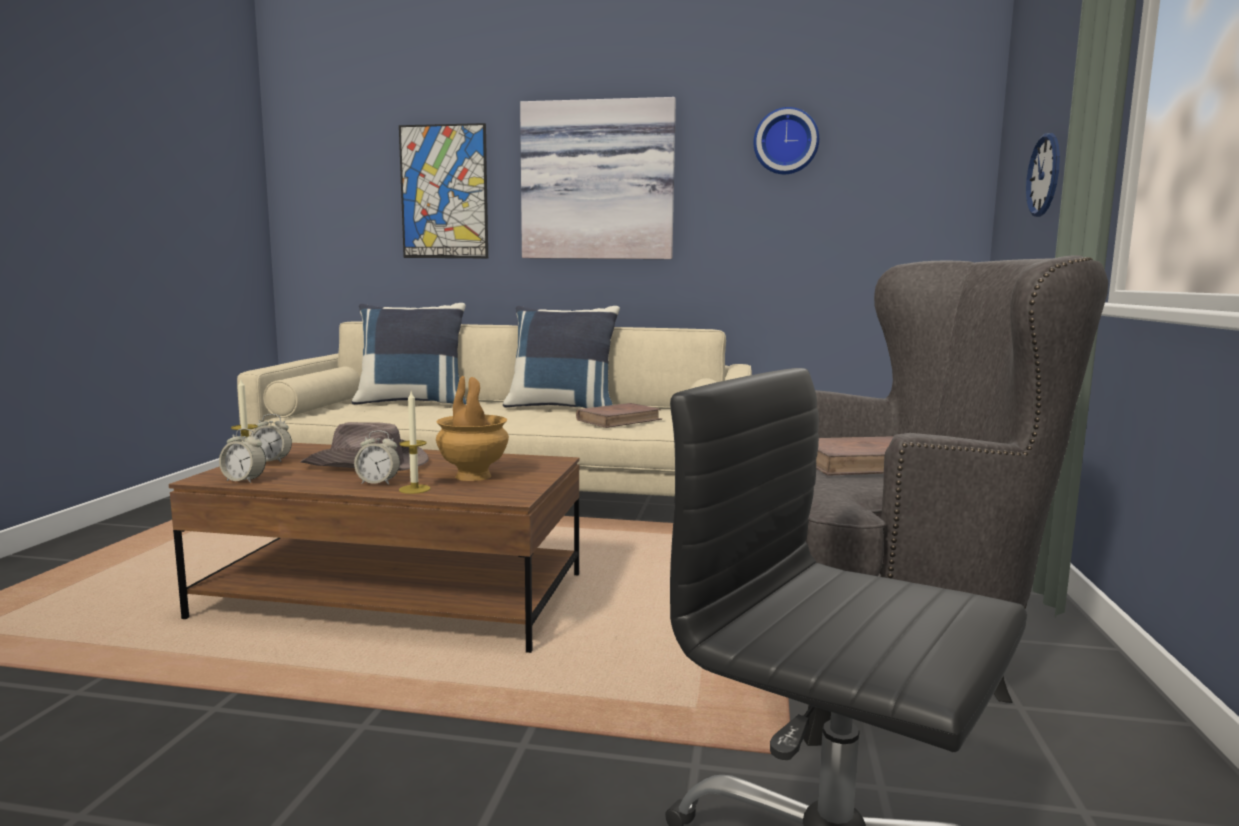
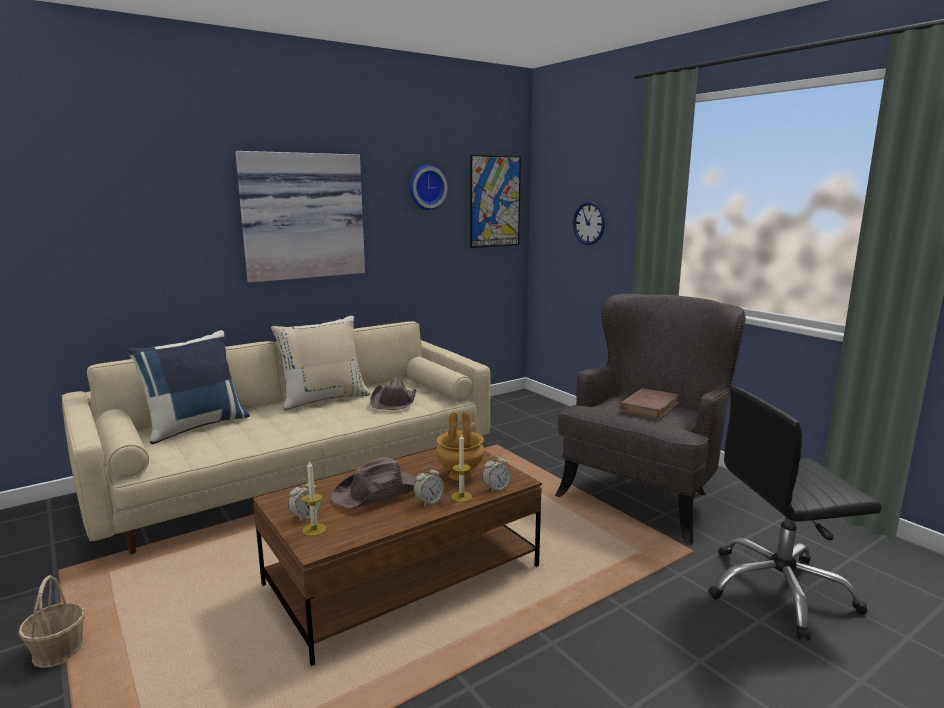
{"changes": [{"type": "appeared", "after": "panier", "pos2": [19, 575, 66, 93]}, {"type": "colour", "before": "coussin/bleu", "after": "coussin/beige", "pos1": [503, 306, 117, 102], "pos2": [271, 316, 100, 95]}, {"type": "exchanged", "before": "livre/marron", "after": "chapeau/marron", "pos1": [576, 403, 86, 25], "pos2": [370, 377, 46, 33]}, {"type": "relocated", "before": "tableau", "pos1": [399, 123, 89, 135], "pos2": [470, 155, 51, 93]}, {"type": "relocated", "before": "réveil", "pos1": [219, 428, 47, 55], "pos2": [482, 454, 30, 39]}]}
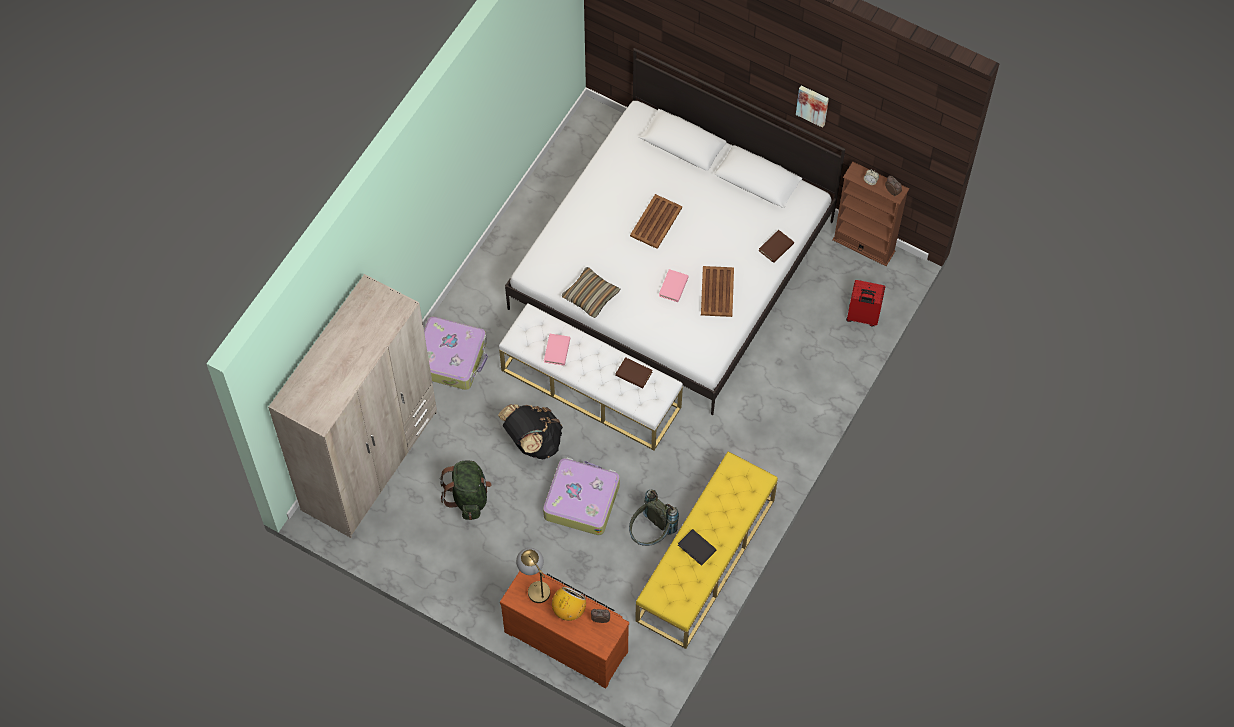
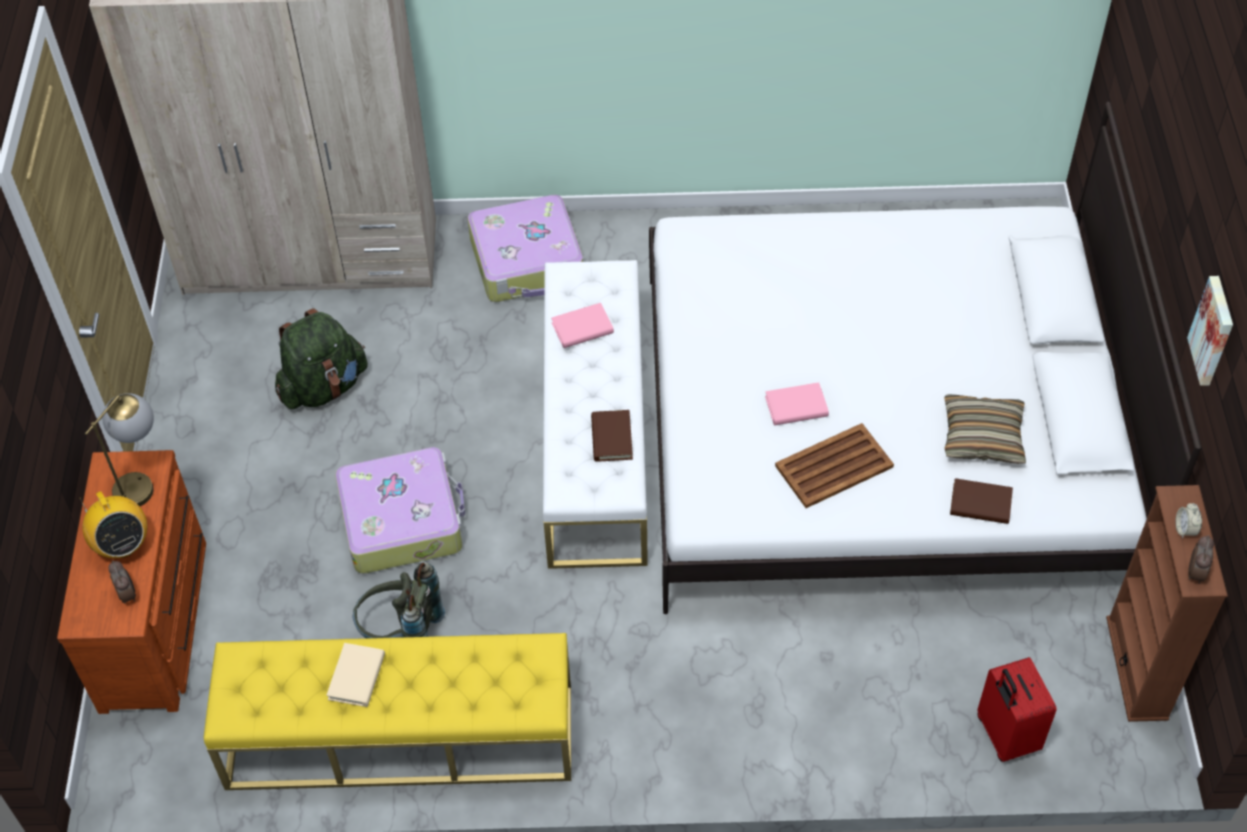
{"changes": [{"type": "spun", "before": "radio", "pos1": [552, 587, 34, 34], "pos2": [80, 491, 67, 67], "turn": 60}, {"type": "colour", "before": "livre/noir", "after": "livre/beige", "pos1": [678, 529, 39, 37], "pos2": [326, 643, 59, 64]}, {"type": "relocated", "before": "coussin", "pos1": [562, 267, 58, 51], "pos2": [944, 394, 82, 70]}, {"type": "missing", "before": "sac à dos/noir", "pos1": [498, 404, 65, 55]}, {"type": "missing", "before": "plateau/marron", "pos1": [630, 194, 52, 55]}]}
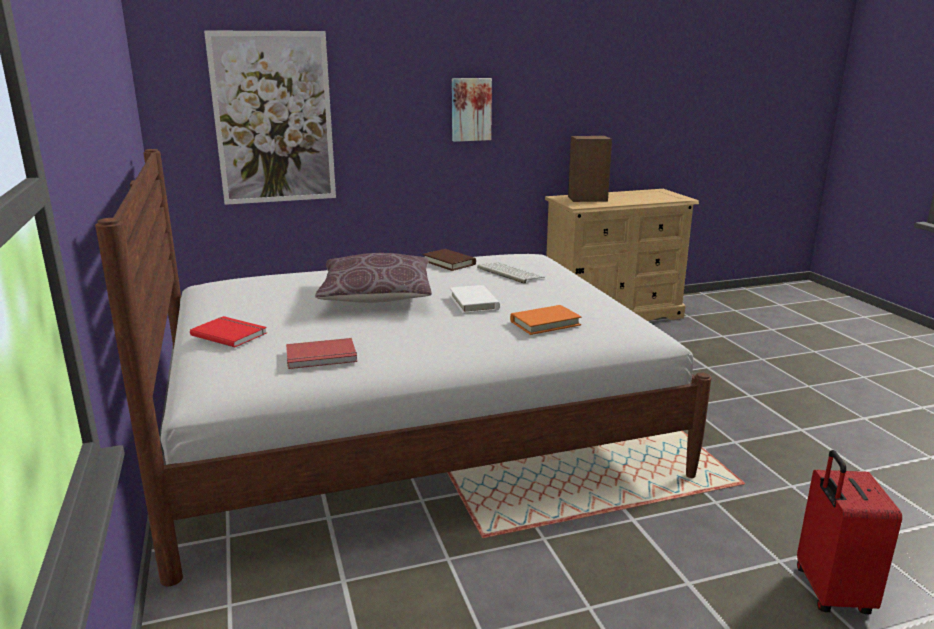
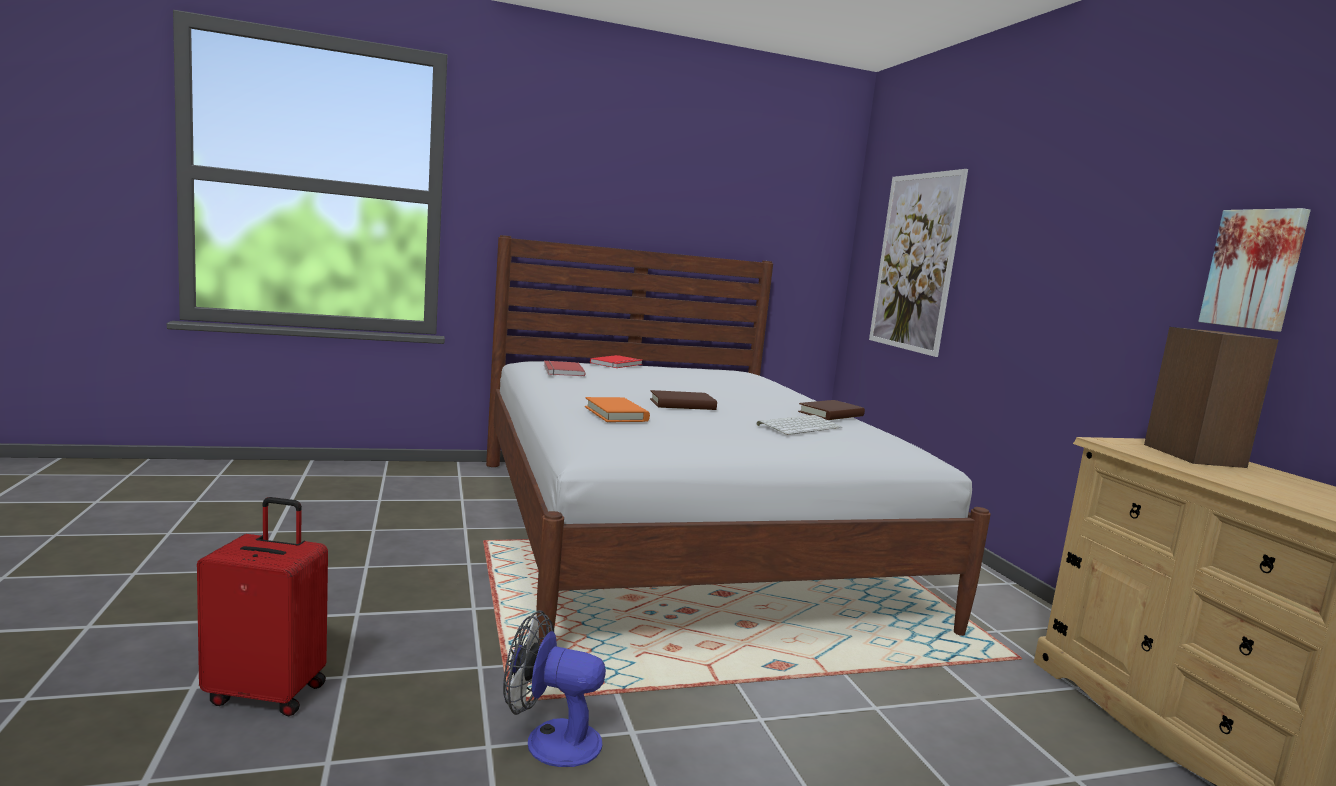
{"changes": [{"type": "appeared", "after": "ventilateur", "pos2": [503, 610, 103, 157]}, {"type": "colour", "before": "livre/blanc", "after": "livre/marron", "pos1": [450, 285, 50, 29], "pos2": [650, 390, 67, 20]}, {"type": "relocated", "before": "tableau", "pos1": [452, 78, 40, 64], "pos2": [1198, 208, 113, 124]}, {"type": "missing", "before": "coussin/marron", "pos1": [315, 253, 117, 50]}]}
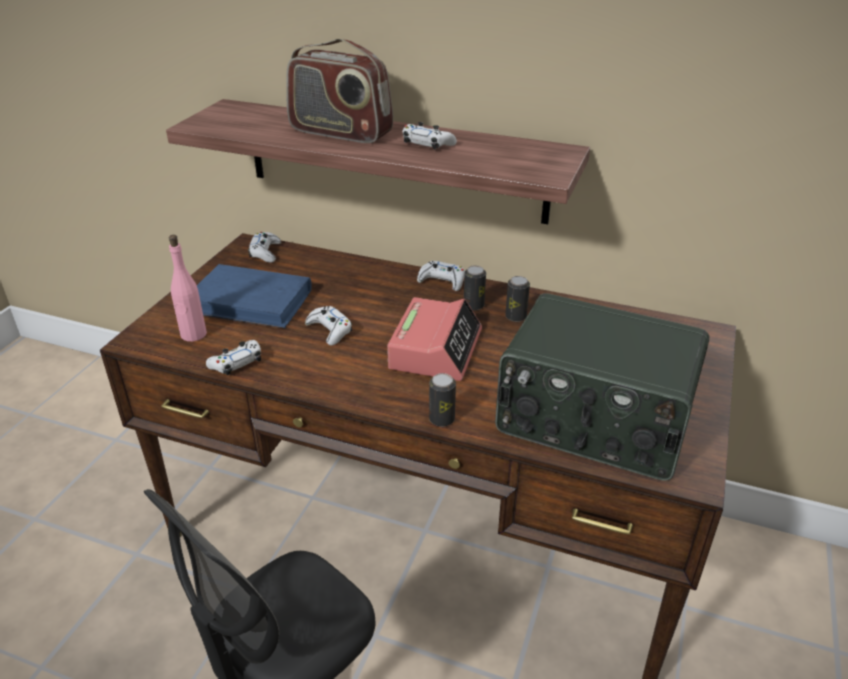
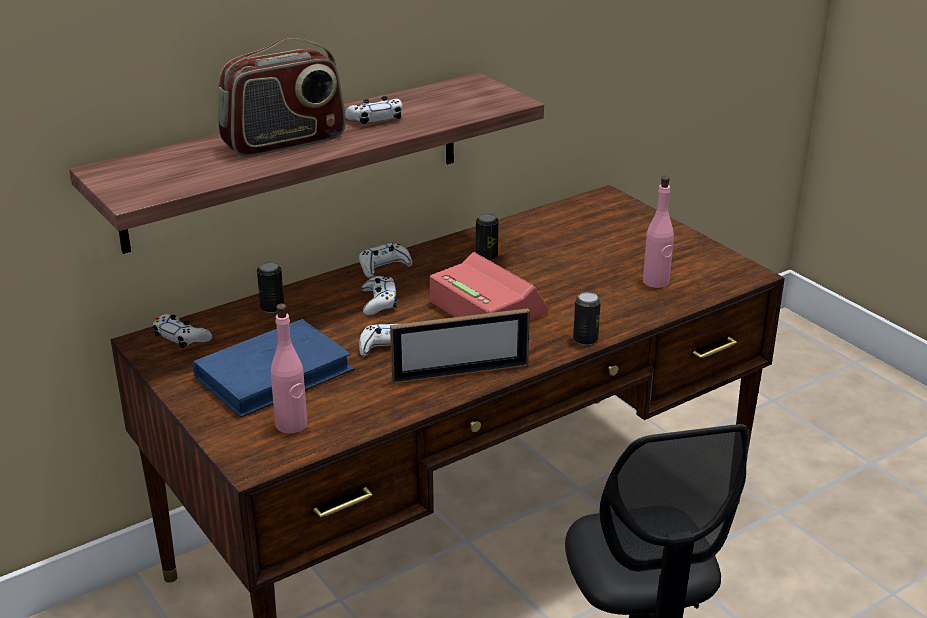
{"changes": [{"type": "relocated", "before": "boîte métallique", "pos1": [464, 265, 22, 45], "pos2": [257, 262, 27, 51]}, {"type": "relocated", "before": "manette/blanc", "pos1": [206, 340, 55, 35], "pos2": [362, 276, 35, 39]}, {"type": "appeared", "after": "cadre photo", "pos2": [390, 308, 140, 76]}, {"type": "exchanged", "before": "radio", "after": "bouteille/rose", "pos1": [495, 293, 214, 188], "pos2": [643, 176, 31, 112]}]}
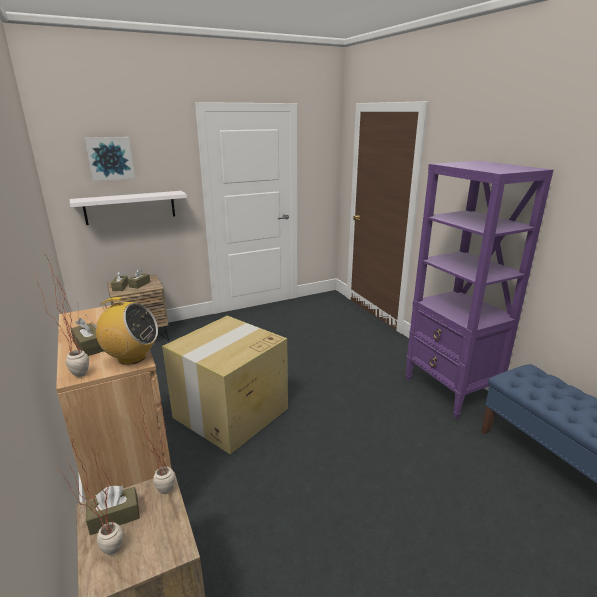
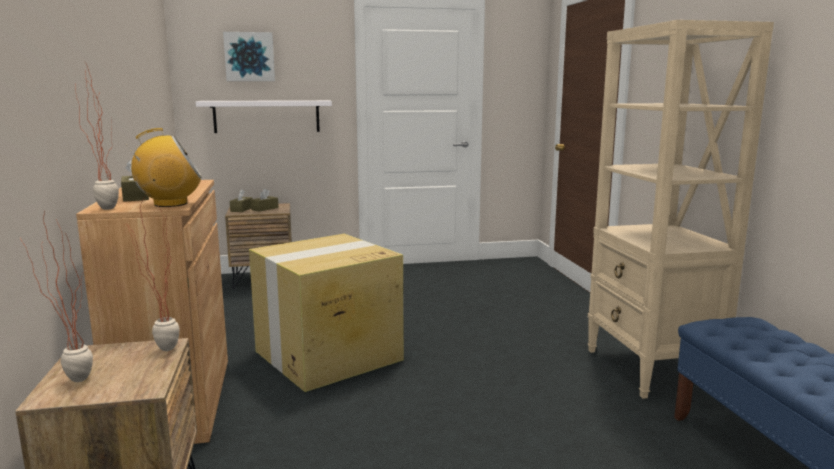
{"changes": [{"type": "spun", "before": "radio", "pos1": [86, 297, 72, 68], "pos2": [126, 128, 76, 79], "turn": -45}, {"type": "colour", "before": "bibliothèque/violet", "after": "bibliothèque/beige", "pos1": [406, 161, 147, 257], "pos2": [588, 20, 186, 379]}, {"type": "missing", "before": "boîte à mouchoirs/marron", "pos1": [86, 485, 54, 50]}]}
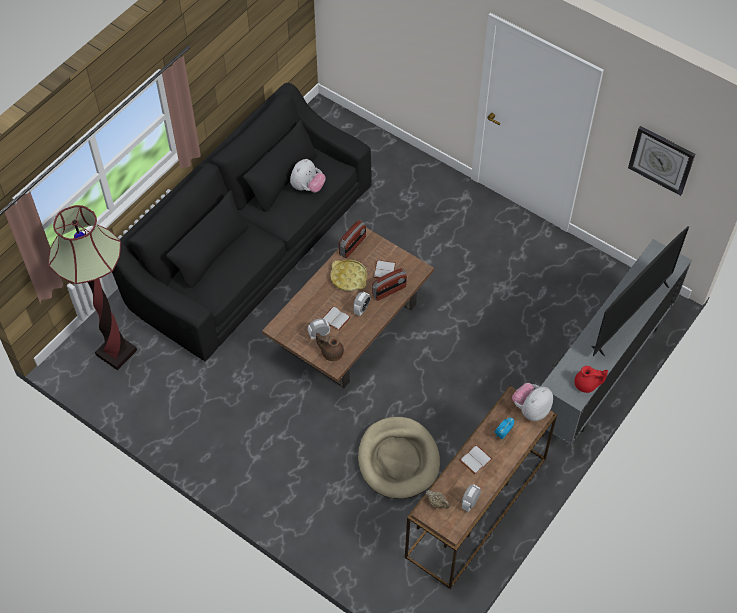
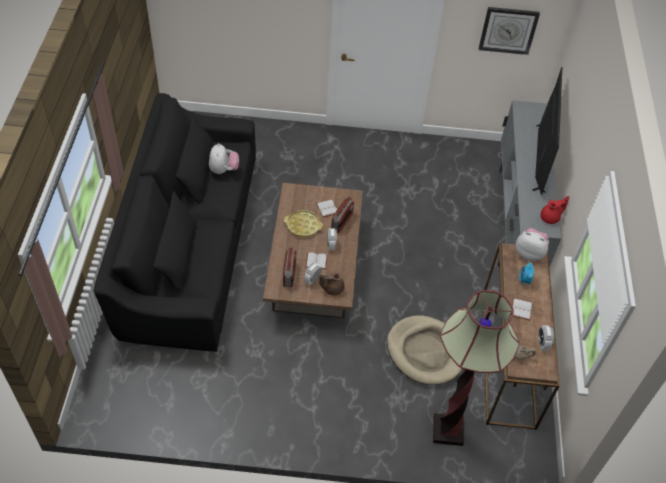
{"changes": [{"type": "relocated", "before": "radio", "pos1": [339, 220, 27, 38], "pos2": [283, 247, 14, 40]}, {"type": "relocated", "before": "lampadaire", "pos1": [48, 205, 89, 165], "pos2": [433, 290, 87, 156]}, {"type": "spun", "before": "peluche", "pos1": [512, 383, 41, 38], "pos2": [516, 228, 33, 33], "turn": 105}]}
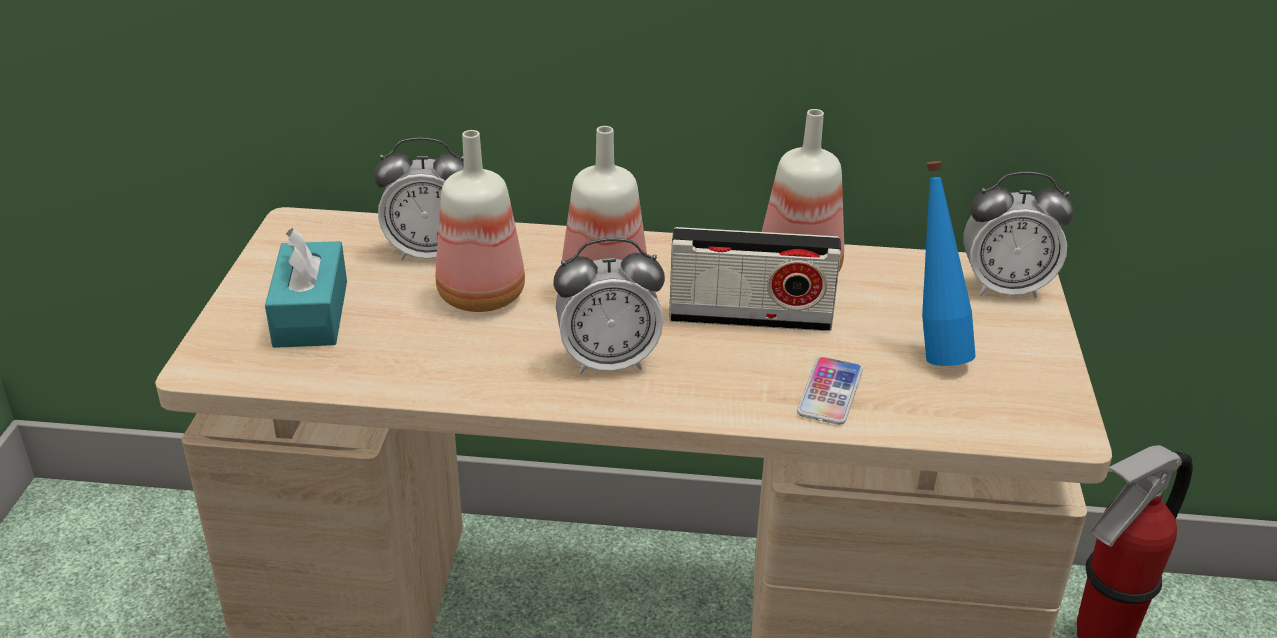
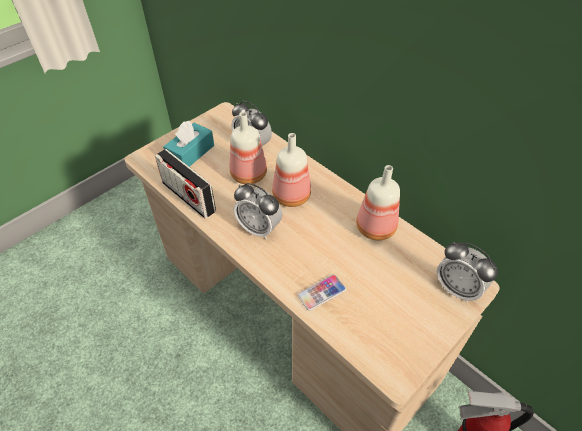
{"changes": [{"type": "relocated", "before": "radio", "pos1": [669, 227, 172, 104], "pos2": [155, 149, 61, 70]}, {"type": "missing", "before": "bouteille/bleu", "pos1": [922, 161, 54, 205]}]}
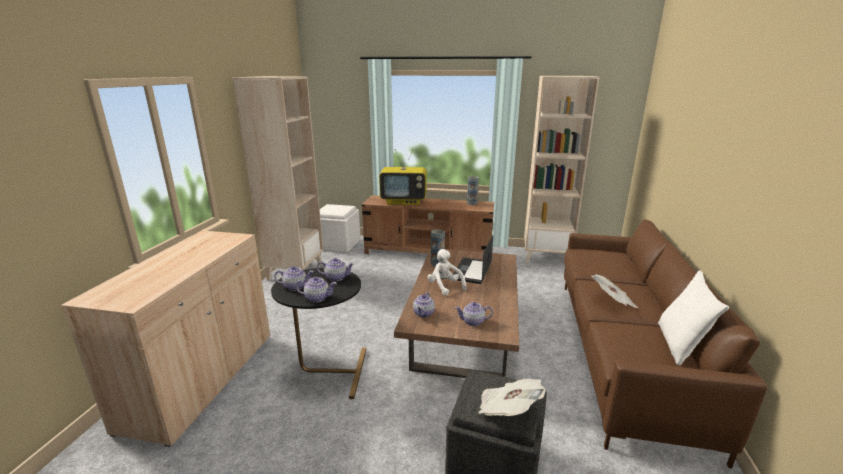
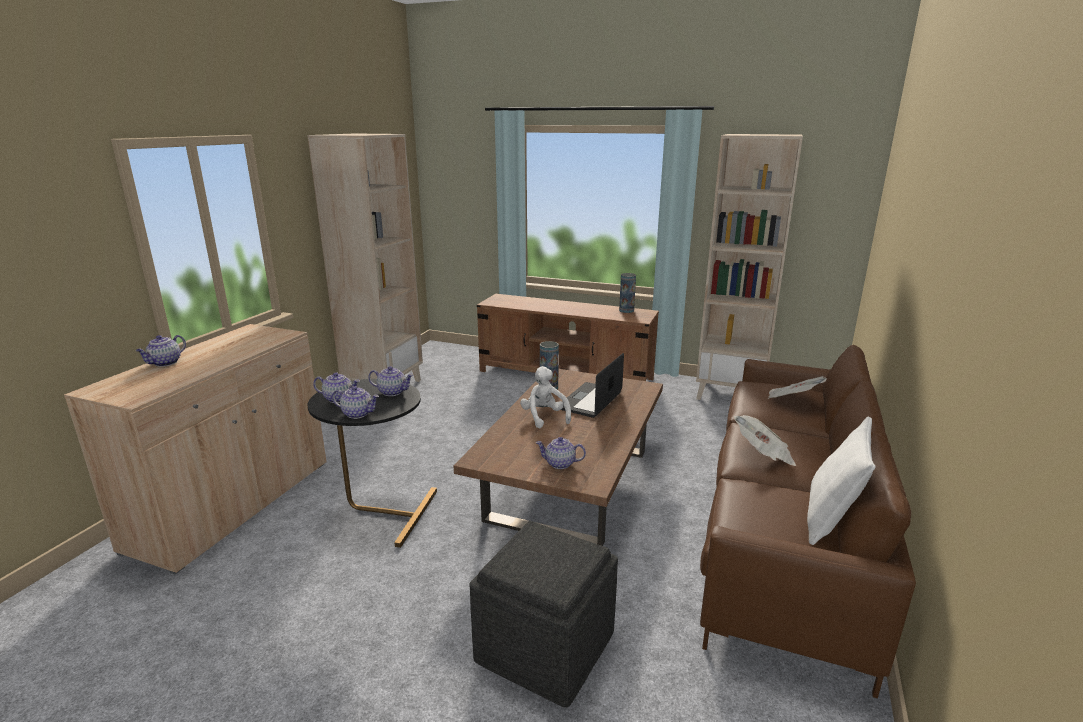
{"changes": [{"type": "relocated", "before": "théière", "pos1": [413, 292, 22, 25], "pos2": [136, 335, 50, 31]}, {"type": "relocated", "before": "journal", "pos1": [478, 379, 67, 37], "pos2": [768, 376, 59, 23]}, {"type": "missing", "before": "pouf/blanc", "pos1": [320, 204, 41, 48]}, {"type": "missing", "before": "téléviseur", "pos1": [379, 149, 48, 56]}]}
